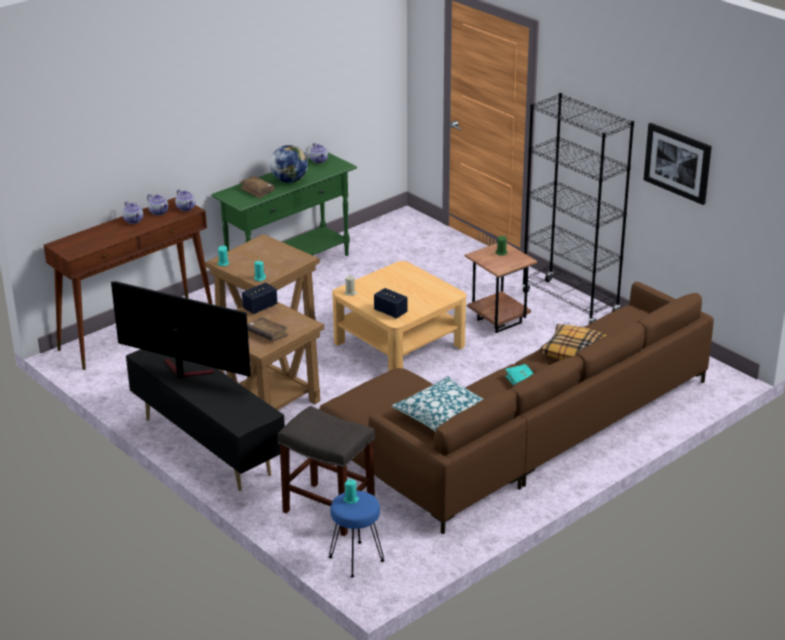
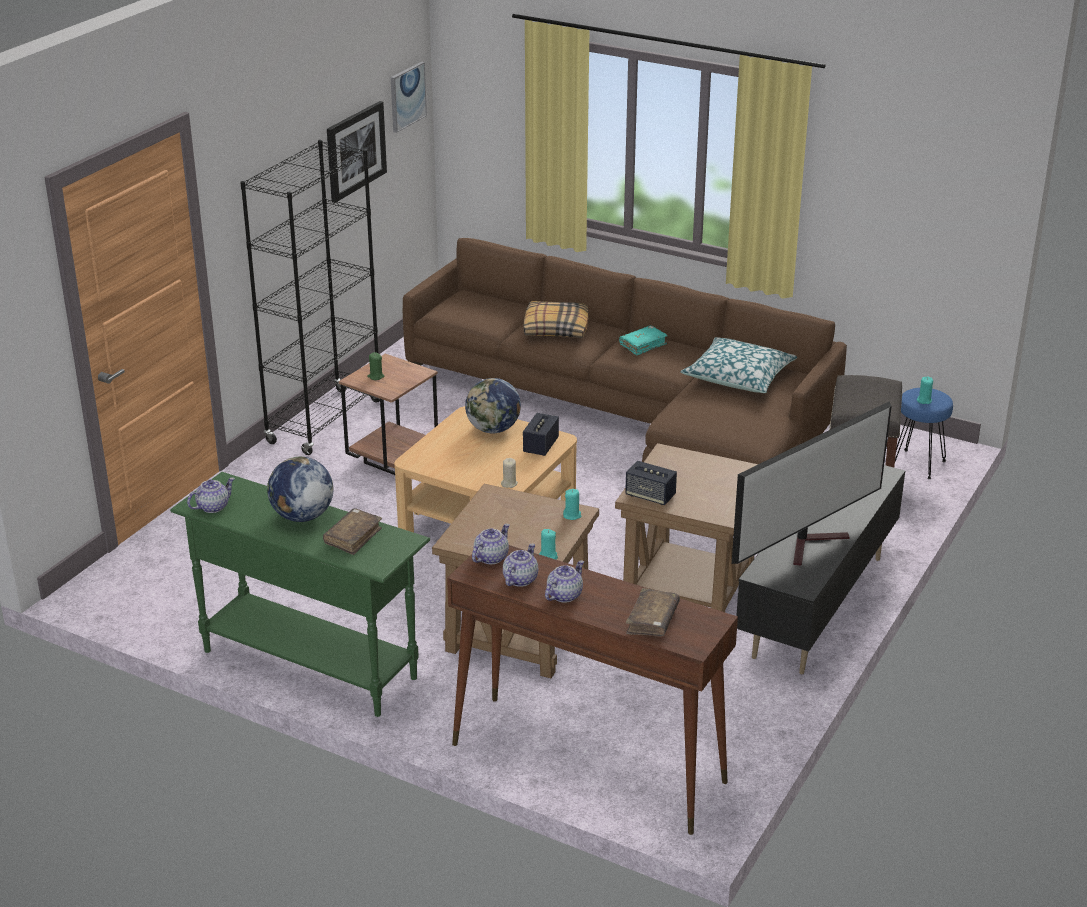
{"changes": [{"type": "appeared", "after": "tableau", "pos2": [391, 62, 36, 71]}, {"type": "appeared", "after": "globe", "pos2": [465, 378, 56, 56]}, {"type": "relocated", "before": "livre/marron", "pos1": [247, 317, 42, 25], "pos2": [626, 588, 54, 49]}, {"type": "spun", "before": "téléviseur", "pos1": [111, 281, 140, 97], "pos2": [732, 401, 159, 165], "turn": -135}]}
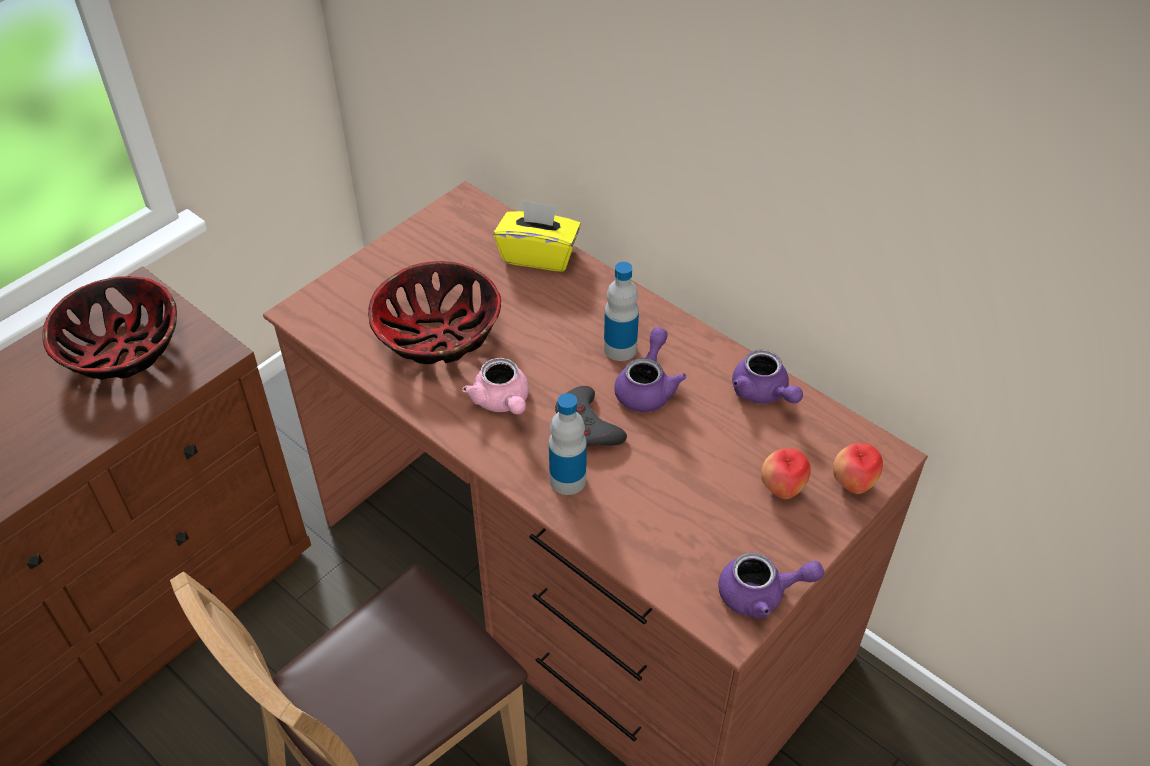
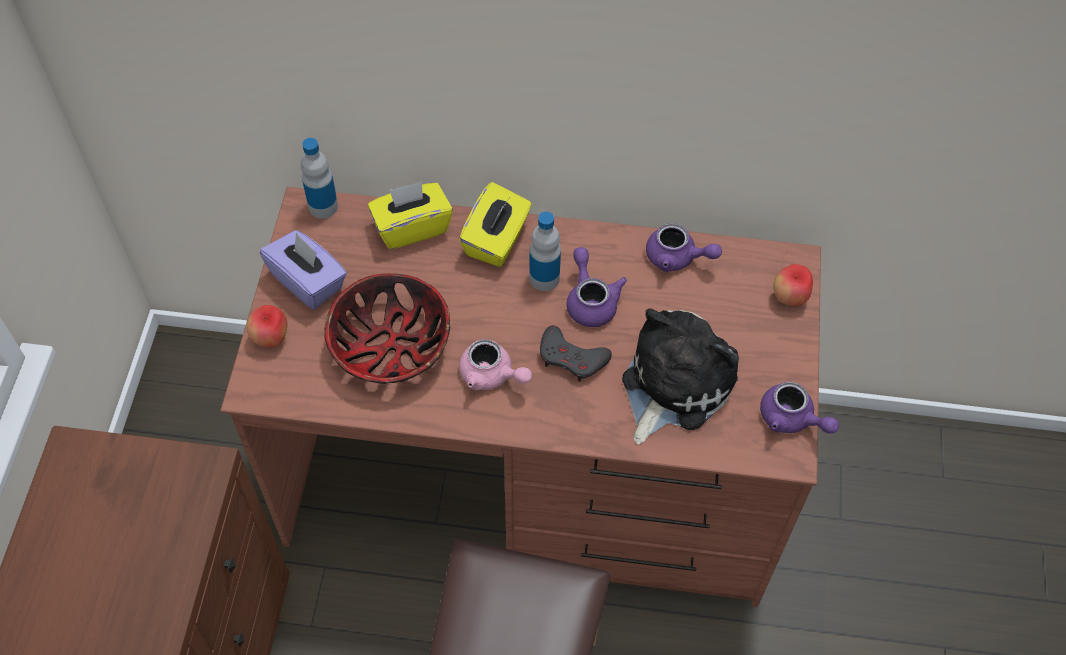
{"changes": [{"type": "relocated", "before": "pomme", "pos1": [761, 449, 50, 50], "pos2": [247, 305, 40, 42]}, {"type": "appeared", "after": "boîte à mouchoirs/violet", "pos2": [260, 230, 87, 80]}, {"type": "relocated", "before": "bouteille", "pos1": [549, 393, 38, 102], "pos2": [301, 138, 37, 81]}, {"type": "appeared", "after": "boîte à mouchoirs/jaune", "pos2": [459, 182, 73, 85]}, {"type": "appeared", "after": "peluche", "pos2": [622, 308, 117, 137]}, {"type": "spun", "before": "théière/violet", "pos1": [718, 552, 106, 67], "pos2": [760, 382, 79, 52], "turn": 75}, {"type": "missing", "before": "bol", "pos1": [42, 276, 135, 104]}]}
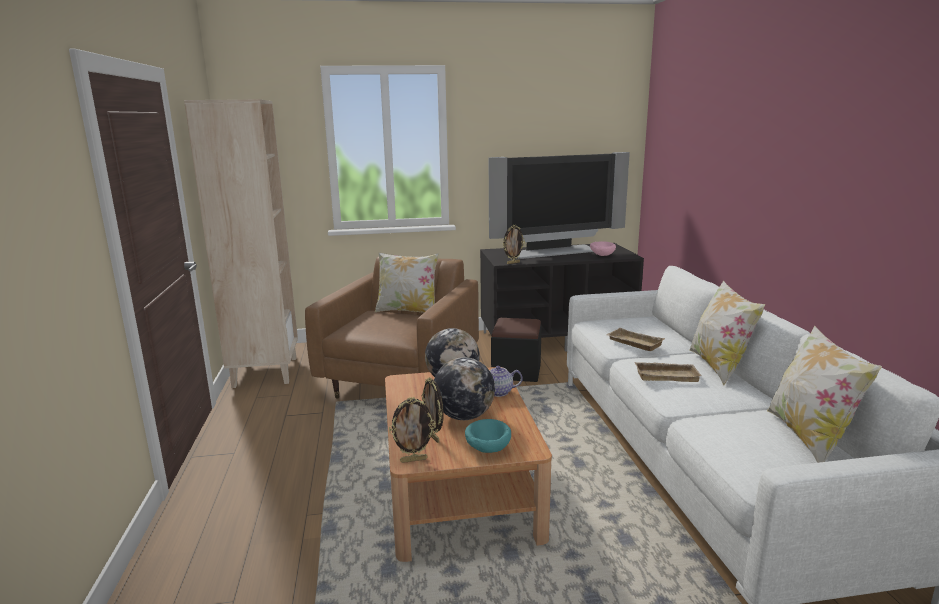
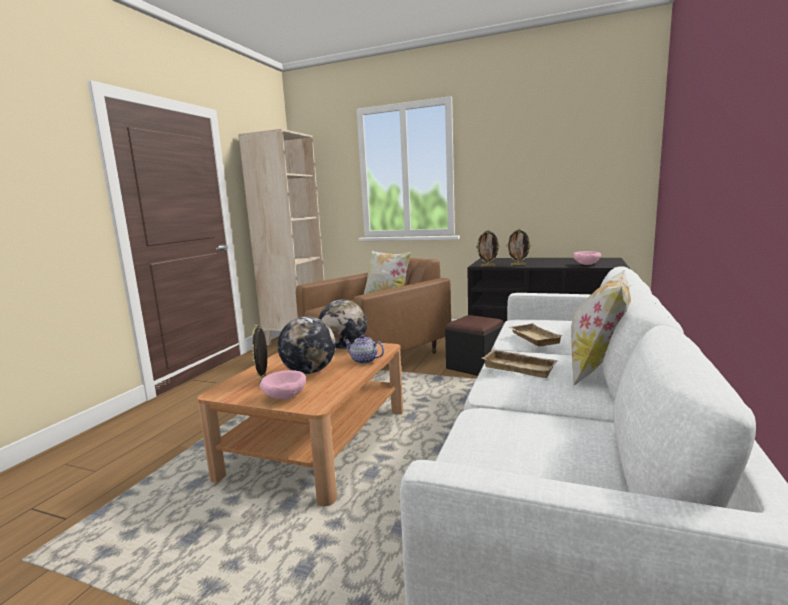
{"changes": [{"type": "colour", "before": "bol/turquoise", "after": "bol/rose", "pos1": [465, 419, 46, 34], "pos2": [260, 370, 46, 30]}, {"type": "relocated", "before": "cadre photo", "pos1": [389, 397, 47, 66], "pos2": [506, 229, 25, 37]}, {"type": "missing", "before": "téléviseur", "pos1": [489, 152, 141, 107]}, {"type": "missing", "before": "coussin", "pos1": [767, 325, 115, 138]}]}
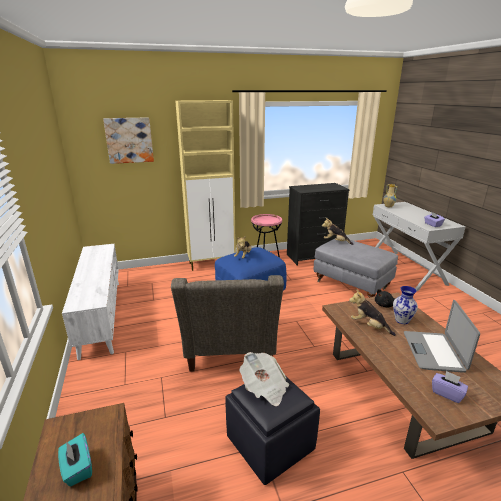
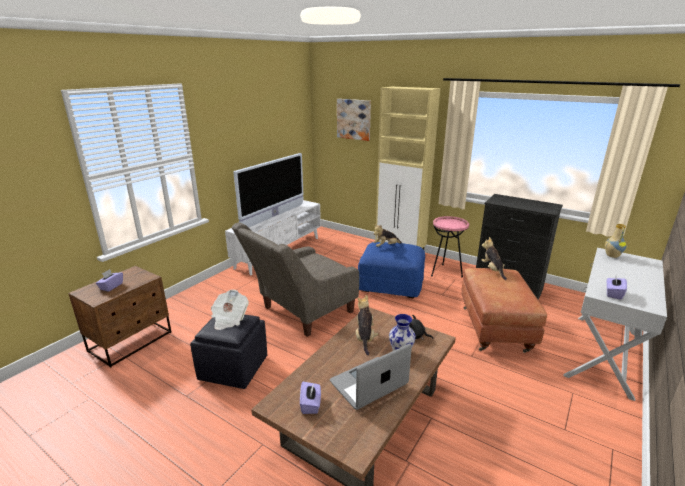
{"changes": [{"type": "colour", "before": "boîte à mouchoirs/turquoise", "after": "boîte à mouchoirs/violet", "pos1": [58, 433, 34, 53], "pos2": [96, 269, 27, 23]}, {"type": "appeared", "after": "téléviseur", "pos2": [233, 153, 71, 75]}, {"type": "colour", "before": "pouf/gris", "after": "pouf/marron", "pos1": [314, 239, 84, 58], "pos2": [461, 268, 86, 85]}]}
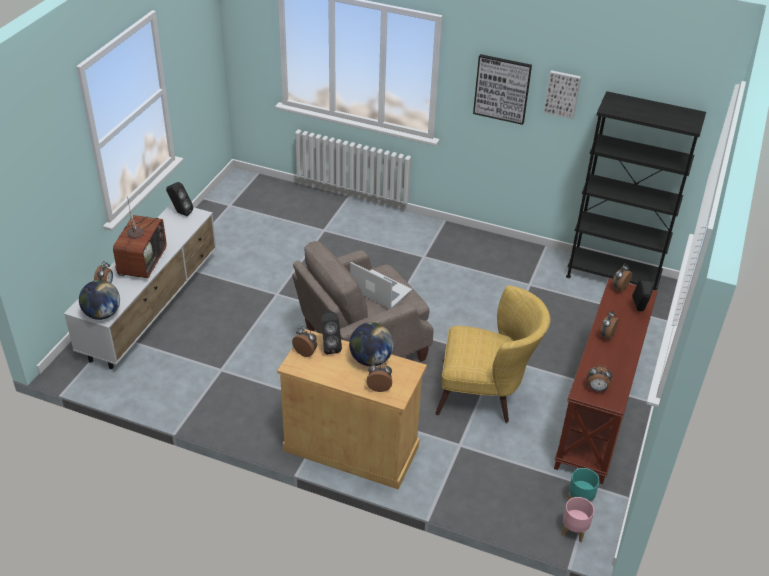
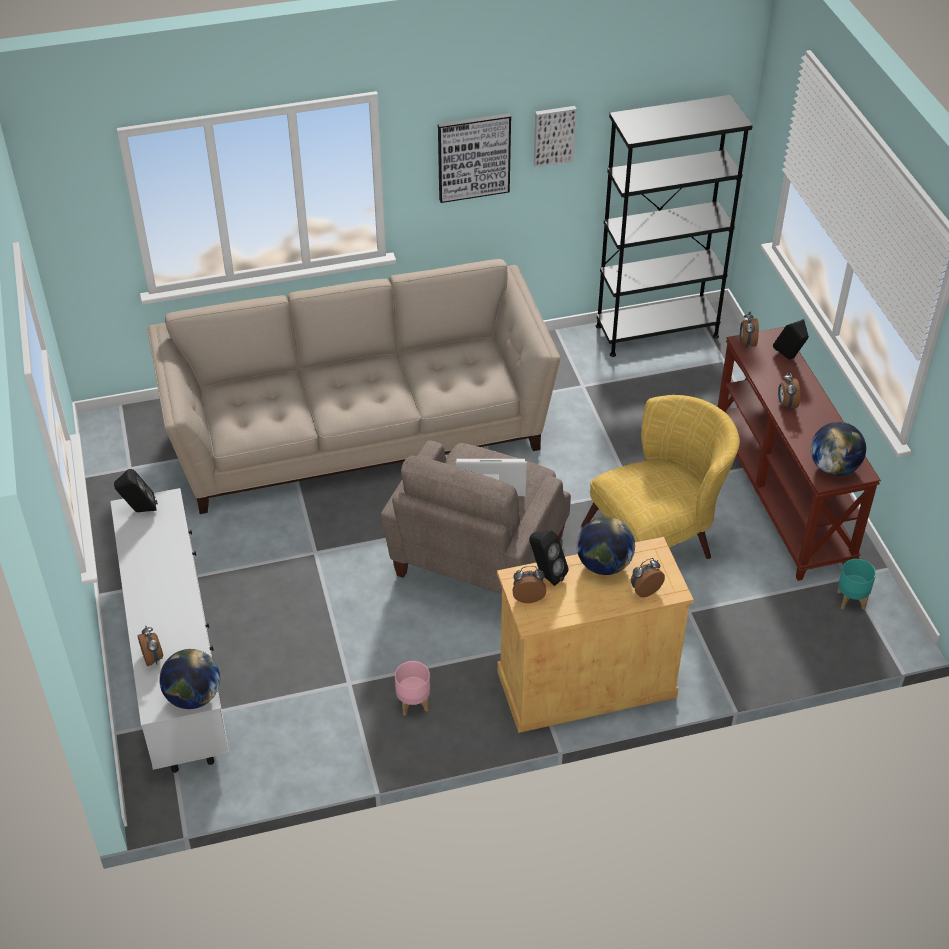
{"changes": [{"type": "appeared", "after": "canapé/beige", "pos2": [147, 259, 413, 255]}, {"type": "relocated", "before": "cache-pot/rose", "pos1": [562, 497, 32, 45], "pos2": [395, 661, 35, 55]}, {"type": "exchanged", "before": "réveil", "after": "globe", "pos1": [587, 365, 26, 27], "pos2": [811, 422, 55, 54]}, {"type": "missing", "before": "téléviseur", "pos1": [113, 197, 54, 81]}]}
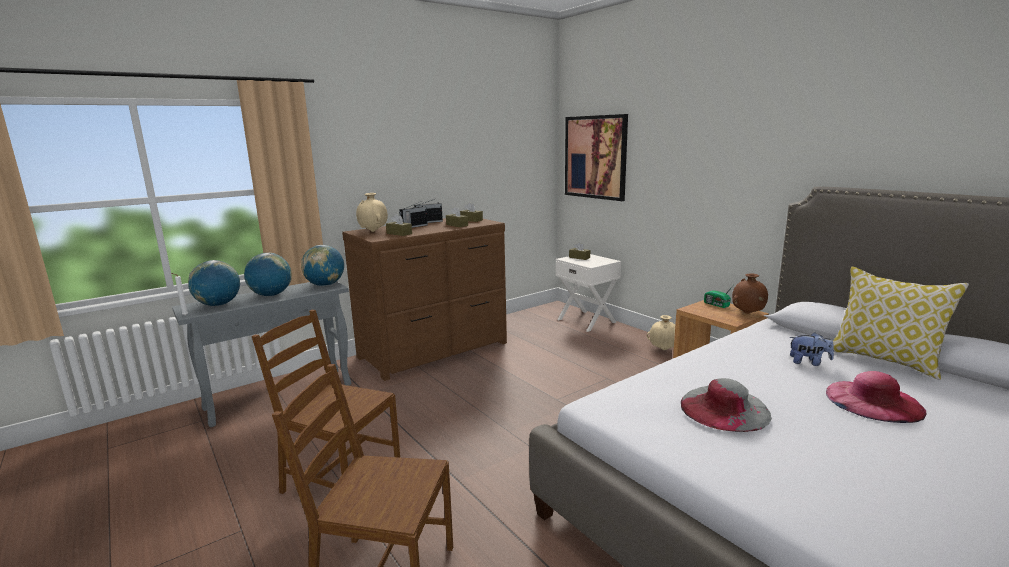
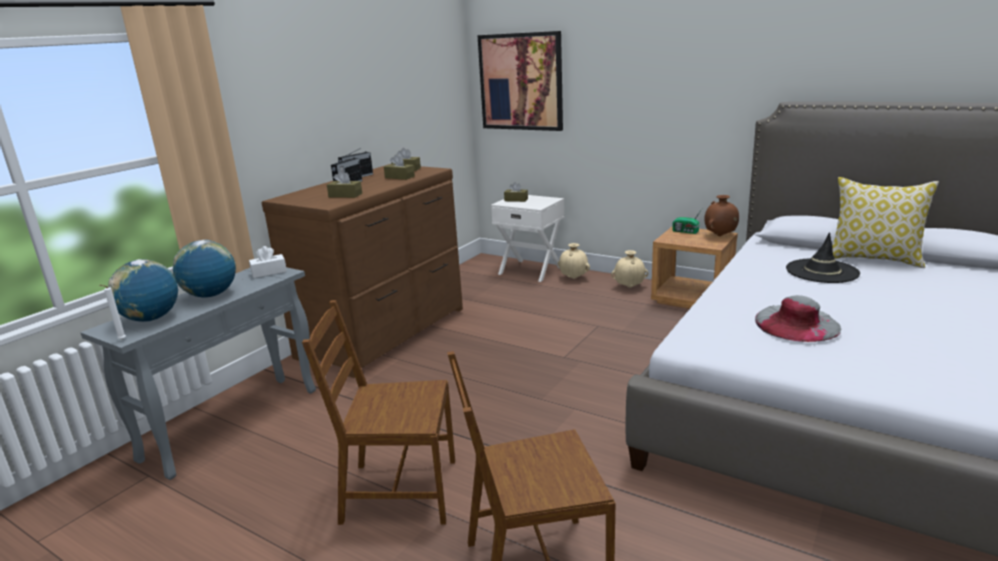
{"changes": [{"type": "exchanged", "before": "globe", "after": "boîte à mouchoirs/blanc", "pos1": [301, 245, 43, 41], "pos2": [249, 246, 38, 32]}, {"type": "relocated", "before": "vase/beige", "pos1": [356, 193, 32, 39], "pos2": [558, 243, 32, 36]}, {"type": "exchanged", "before": "peluche", "after": "chapeau/noir", "pos1": [789, 333, 45, 33], "pos2": [786, 232, 74, 51]}, {"type": "missing", "before": "chapeau/rose", "pos1": [826, 371, 100, 52]}]}
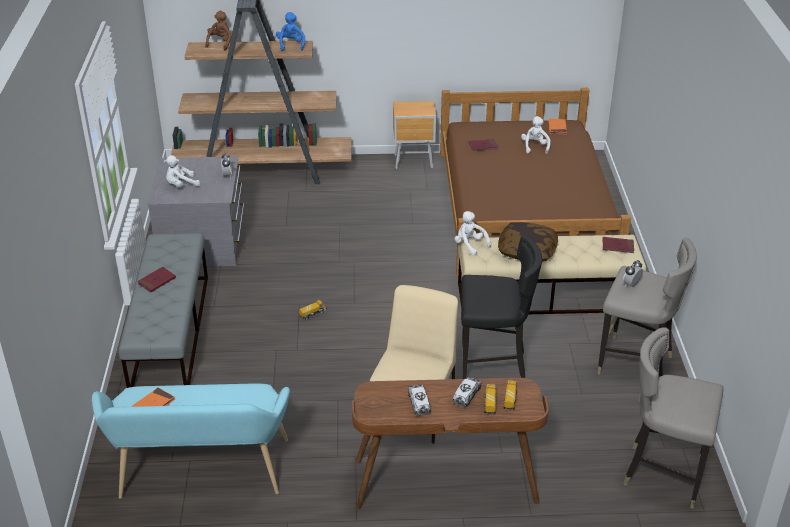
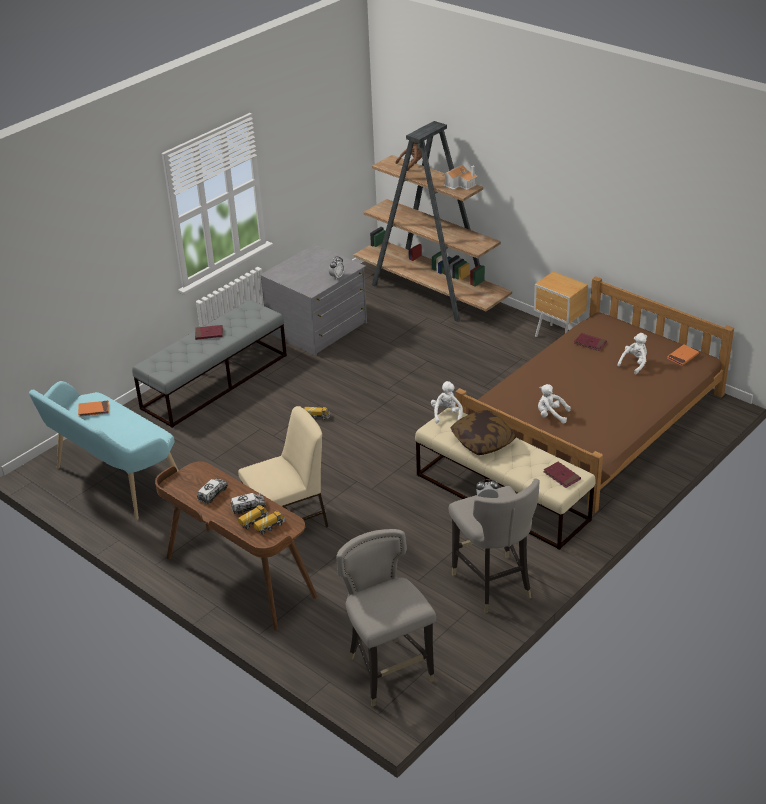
{"changes": [{"type": "exchanged", "before": "peluche/bleu", "after": "maison miniature", "pos1": [276, 12, 29, 39], "pos2": [442, 165, 36, 25]}, {"type": "relocated", "before": "peluche/blanc", "pos1": [164, 155, 36, 32], "pos2": [538, 384, 33, 40]}, {"type": "missing", "before": "tabouret/noir", "pos1": [461, 235, 81, 144]}]}
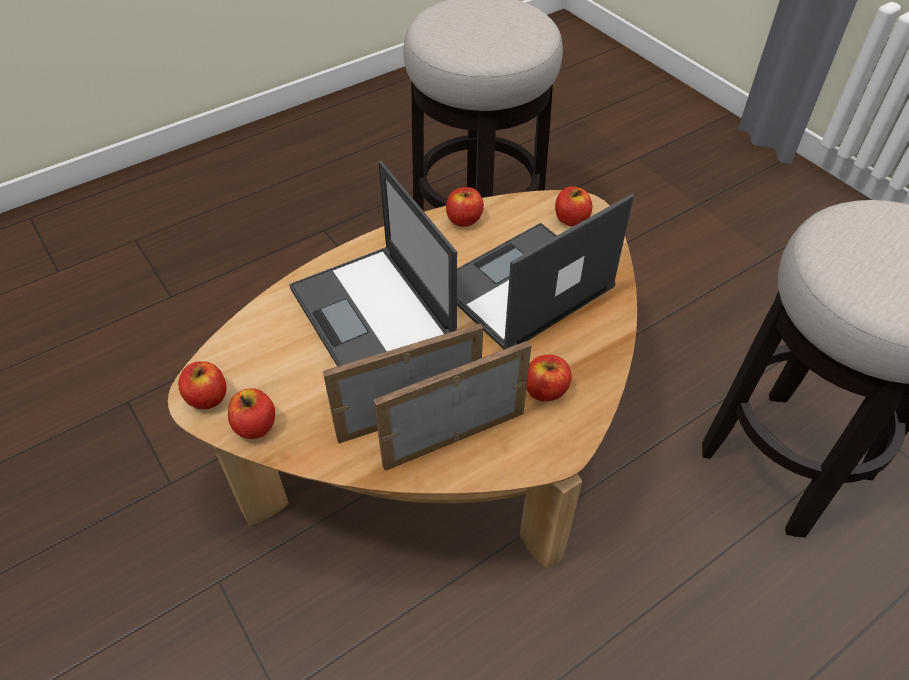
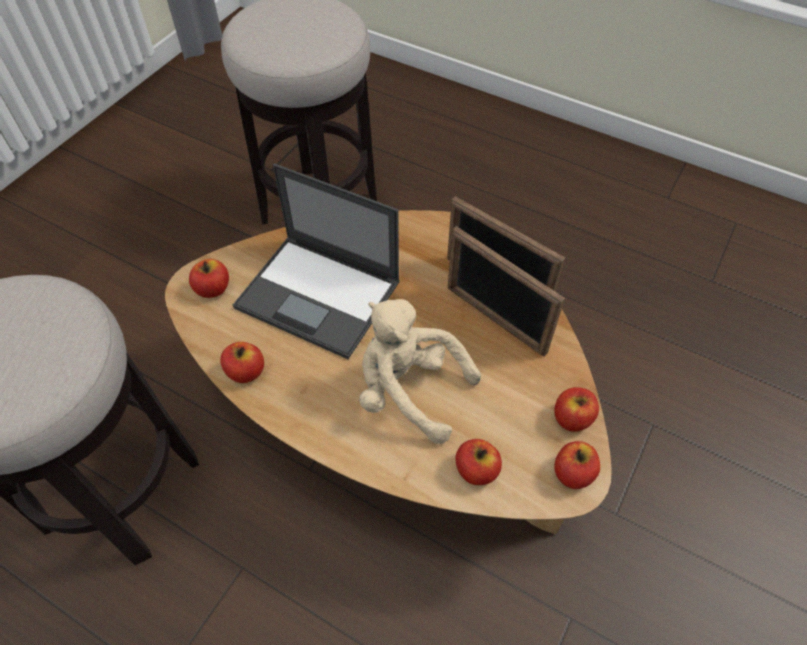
{"changes": [{"type": "exchanged", "before": "ordinateur portable", "after": "peluche/beige", "pos1": [289, 161, 168, 205], "pos2": [359, 299, 122, 145]}, {"type": "relocated", "before": "pomme", "pos1": [526, 355, 45, 47], "pos2": [455, 439, 47, 46]}]}
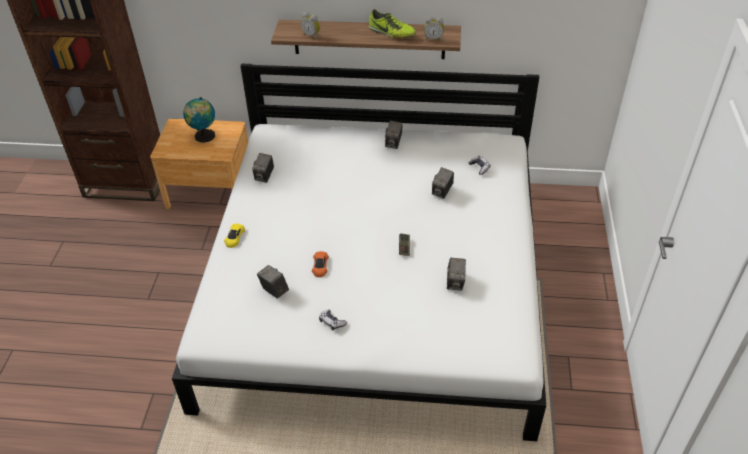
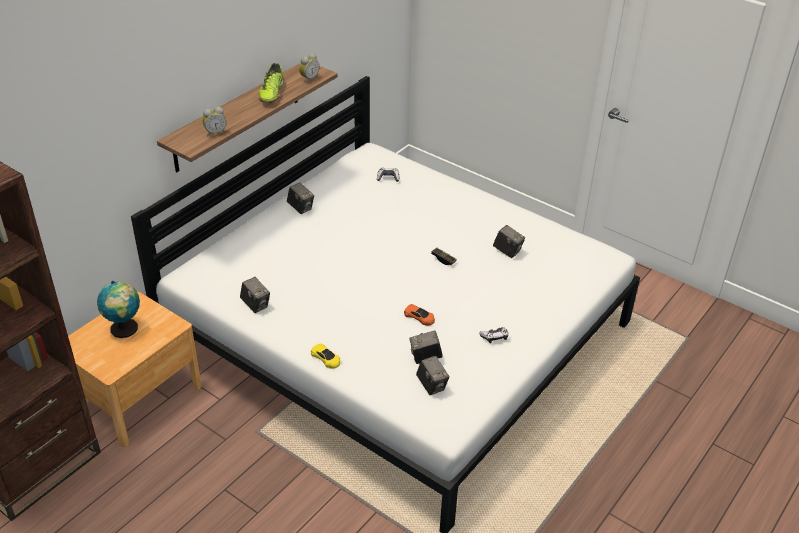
{"changes": [{"type": "spun", "before": "chaussure", "pos1": [369, 9, 47, 30], "pos2": [258, 63, 26, 40], "turn": 120}, {"type": "relocated", "before": "appareil photo", "pos1": [432, 167, 22, 32], "pos2": [416, 356, 33, 39]}]}
